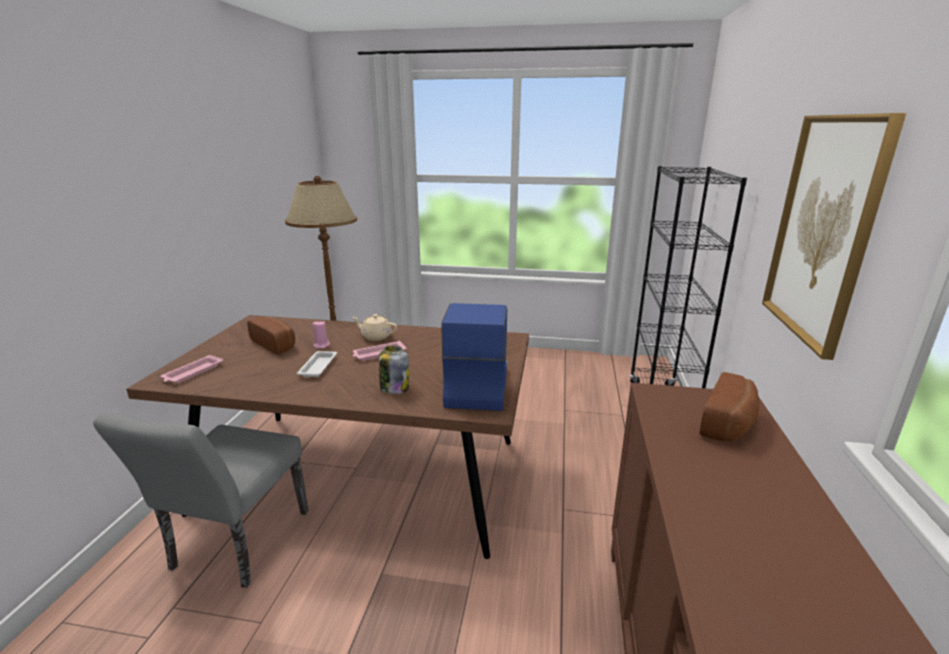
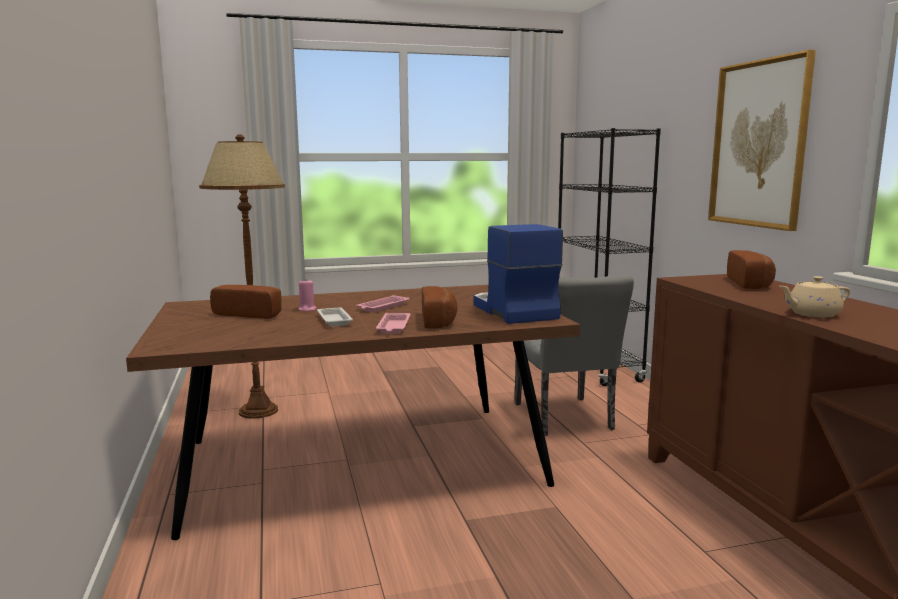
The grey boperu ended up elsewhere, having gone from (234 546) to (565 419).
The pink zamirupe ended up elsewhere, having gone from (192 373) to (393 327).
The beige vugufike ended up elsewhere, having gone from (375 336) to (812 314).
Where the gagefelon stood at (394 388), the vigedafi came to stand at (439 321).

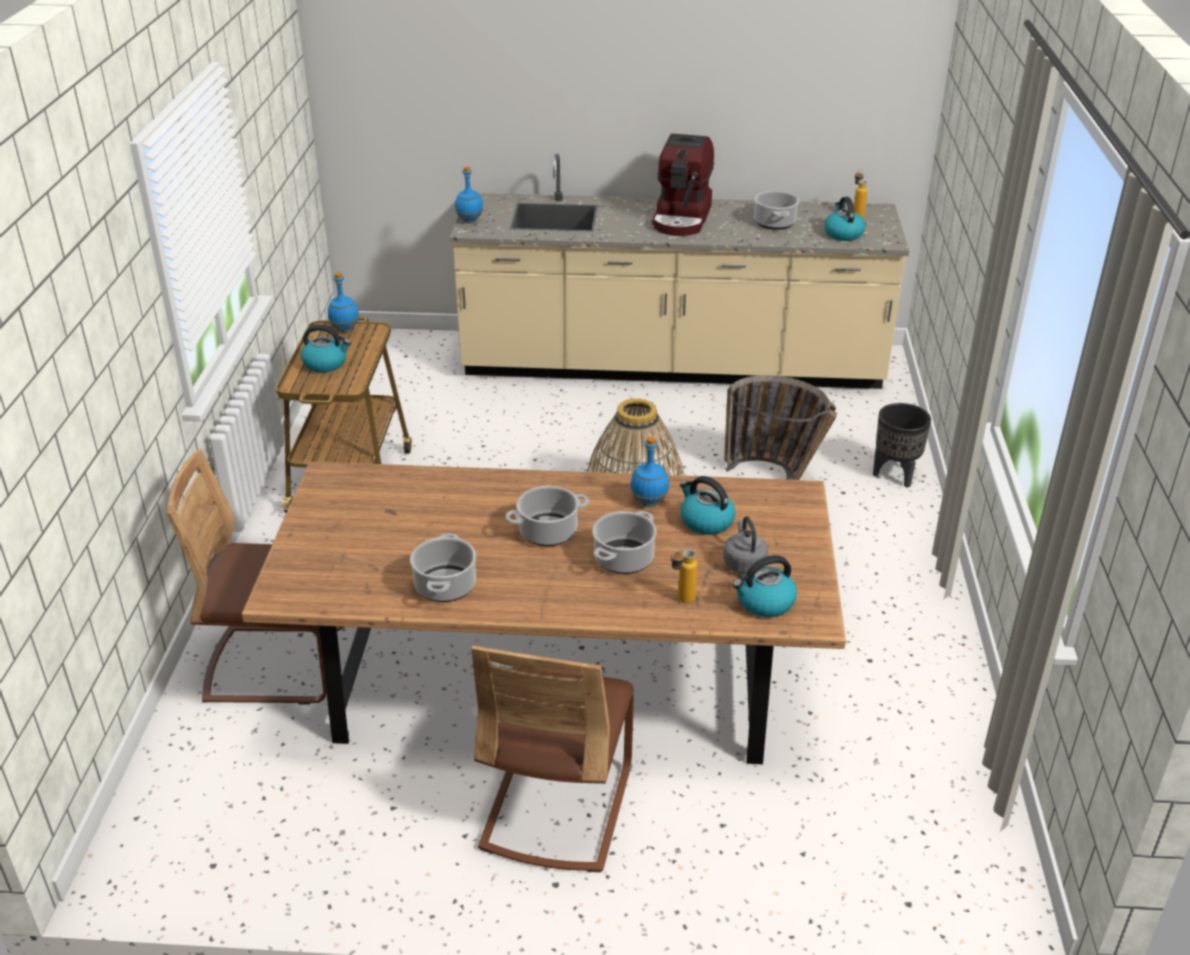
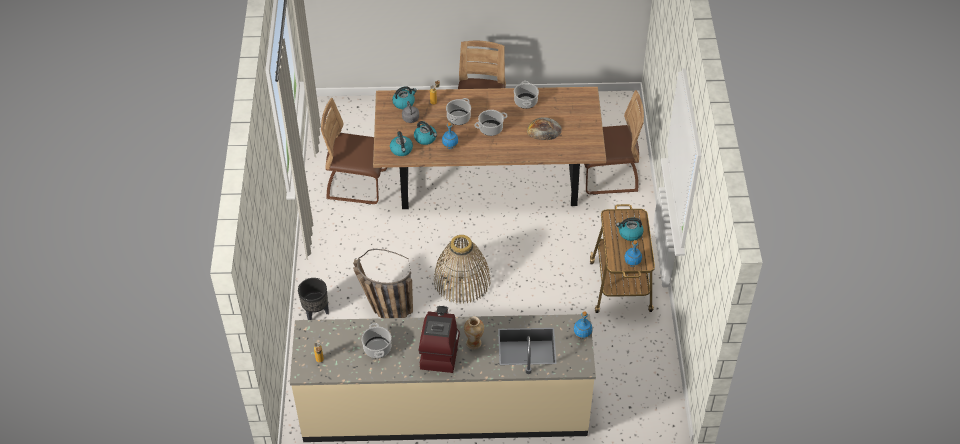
The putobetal ended up elsewhere, having gone from (843 234) to (401 150).
The second view gained the brown boperu at (357 185).
The second view gained the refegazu at (474 343).
The second view gained the vigedafi at (544 129).

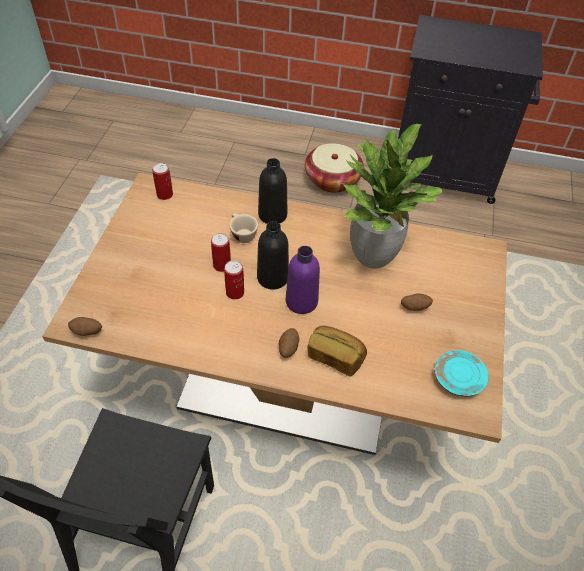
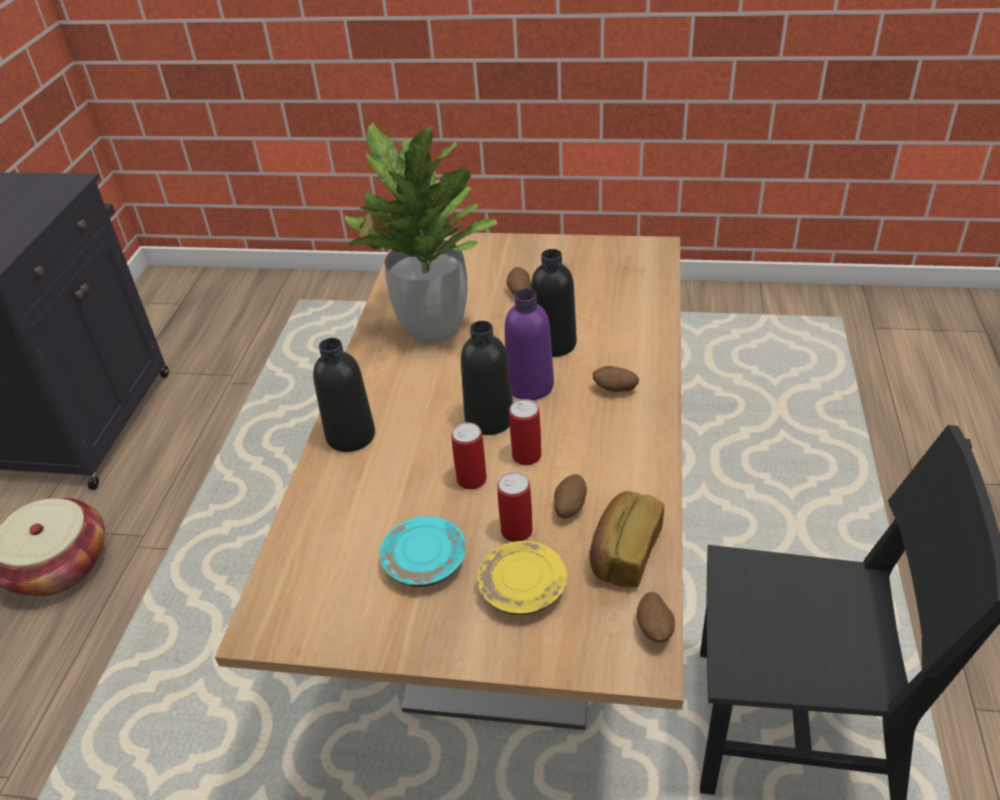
The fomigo ended up elsewhere, having gone from (164 194) to (516 530).
The second view lost the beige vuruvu at (241 234).
The vigedafi ended up elsewhere, having gone from (335 357) to (624 554).
The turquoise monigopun ended up elsewhere, having gone from (458 379) to (425 562).
The second view gained the yellow monigopun at (522 589).
The second view gained the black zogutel at (553 344).
The second view gained the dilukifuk at (569 507).

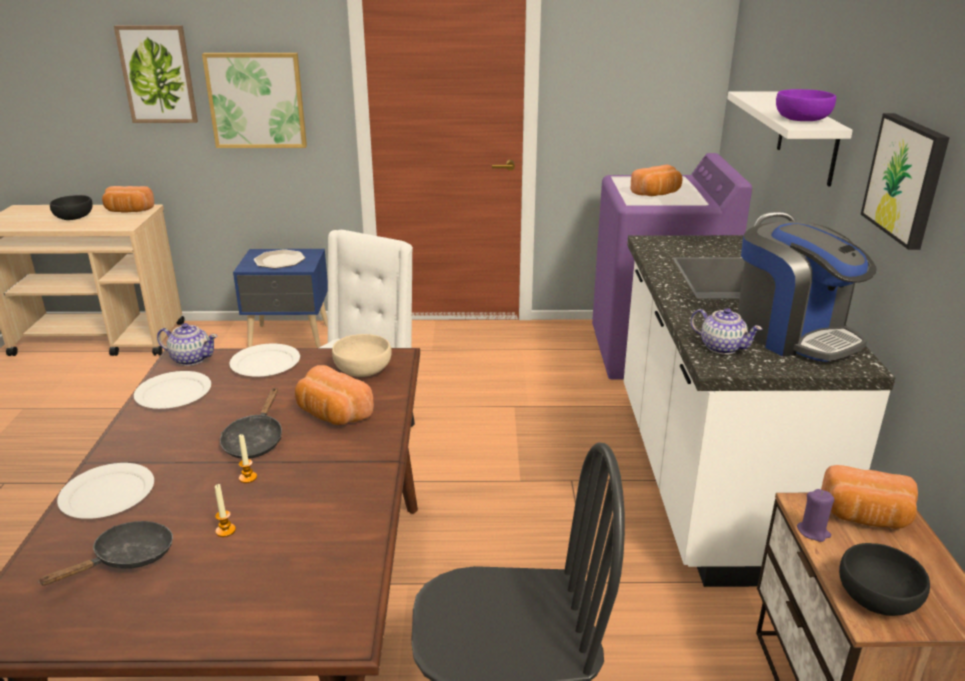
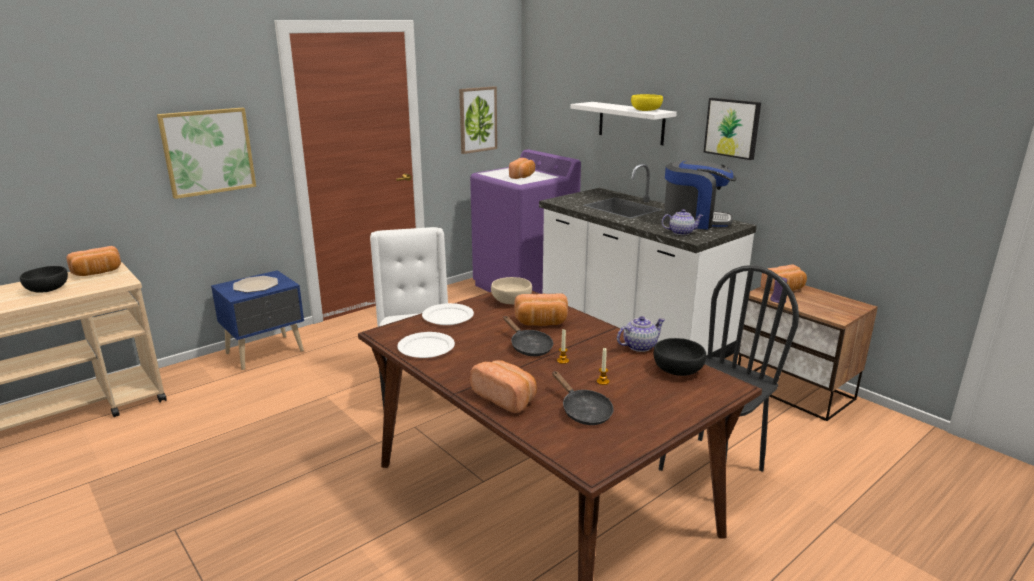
The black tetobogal at (127 558) ended up facing another way, 150 degrees clockwise from before.
Where the white monigopun stood at (107 494), the vigedafi came to stand at (506 398).
The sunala ended up elsewhere, having gone from (158 74) to (477 119).
The vugufike ended up elsewhere, having gone from (191 359) to (639 346).
What was the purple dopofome at (802 120) turned into the yellow dopofome at (646 110).
The black dopofome ended up elsewhere, having gone from (876 597) to (677 369).

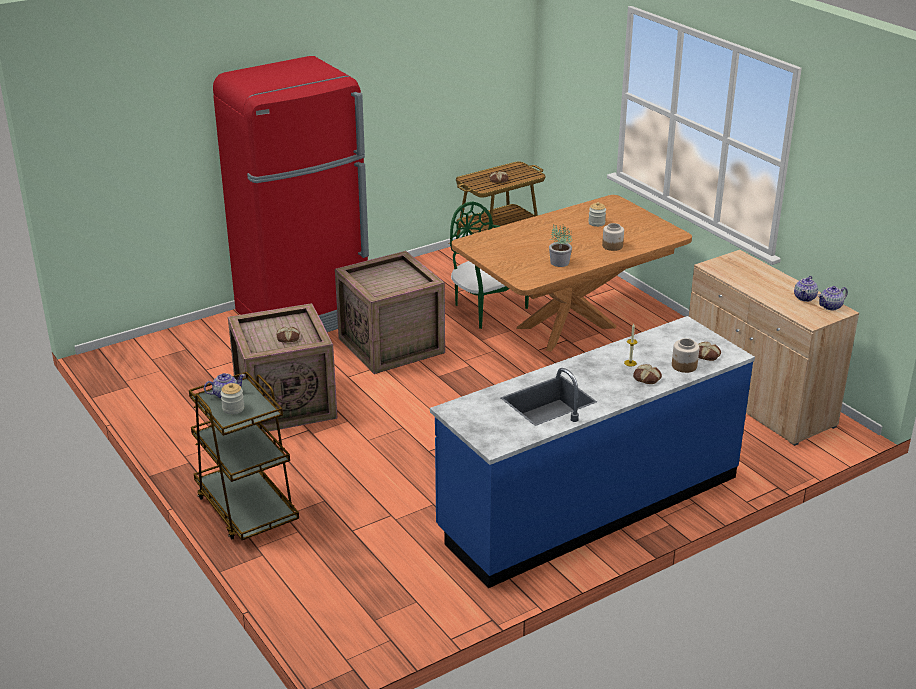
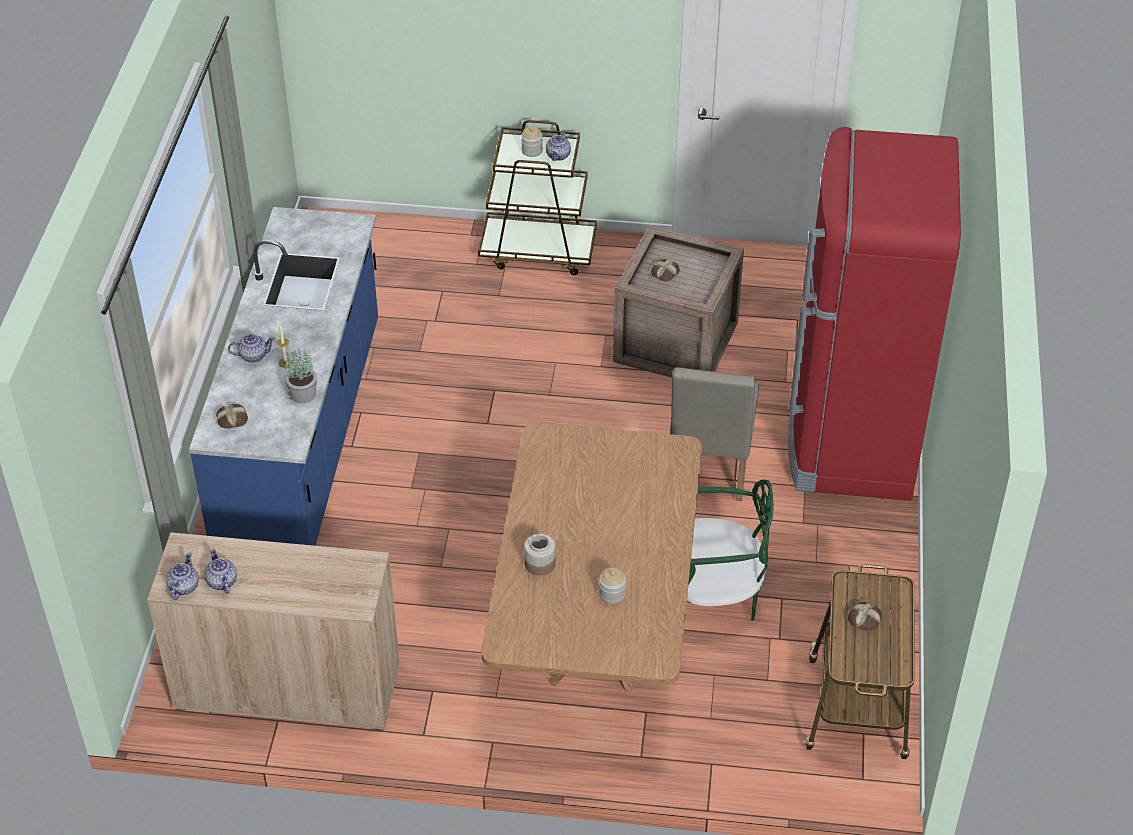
Where the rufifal stood at (393 345), the beige boperu came to stand at (708 470).
The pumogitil ended up elsewhere, having gone from (559 262) to (303 393).
Where the vigedafi stood at (646 378), the vugufike came to stand at (253 356).
The second view lost the gagefelon at (684 366).

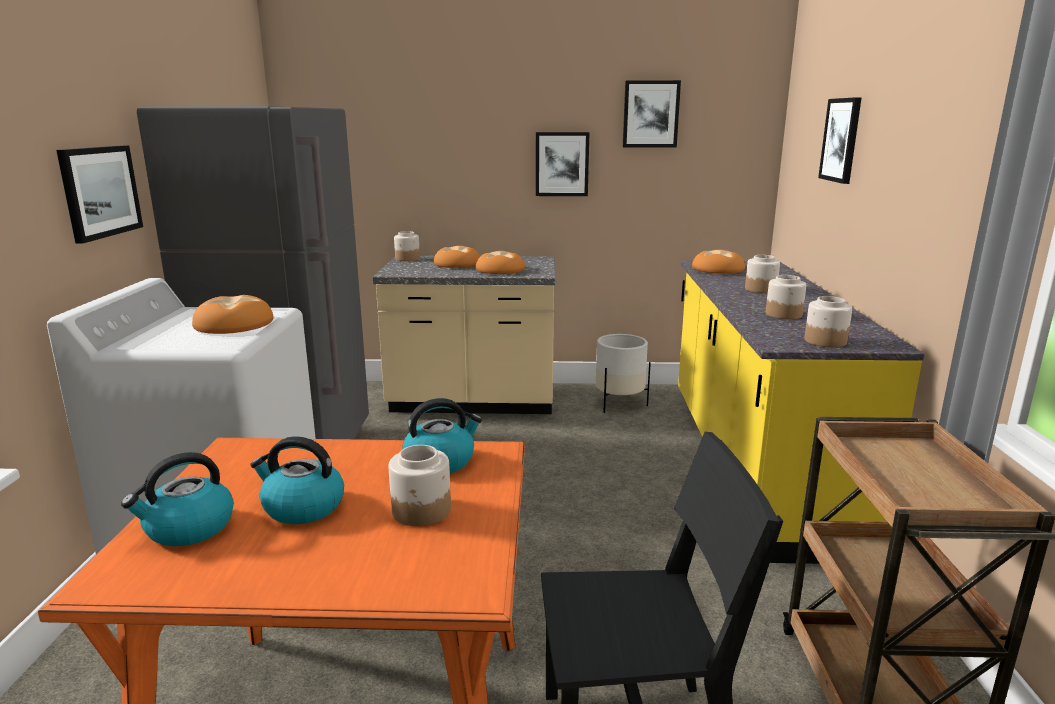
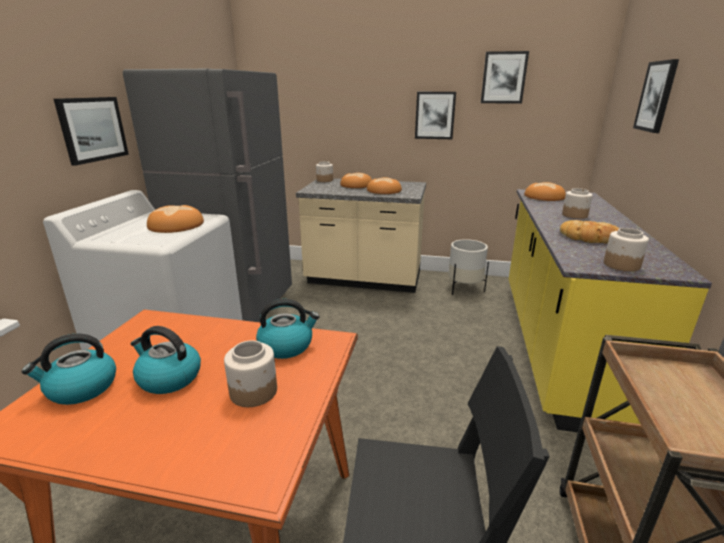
Where the gagefelon stood at (784 314), the vigedafi came to stand at (590 238).

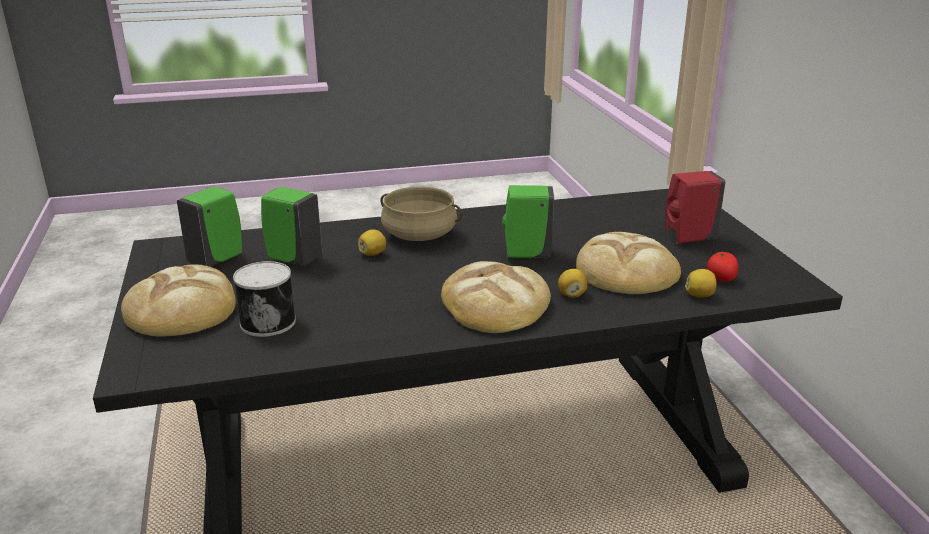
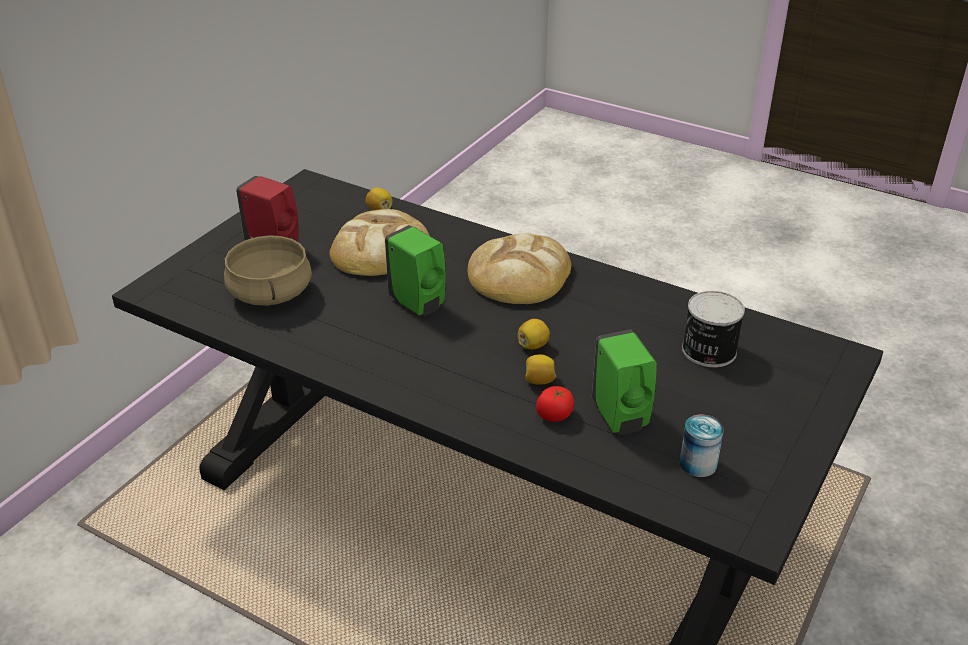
The second view lost the vigedafi at (182 308).
Where the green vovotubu stood at (217 259), the fomigo came to stand at (698 463).
The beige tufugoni ended up elsewhere, having gone from (420 235) to (269 293).
The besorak ended up elsewhere, having gone from (571 295) to (533 345).
The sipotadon ended up elsewhere, having gone from (721 278) to (554 415).

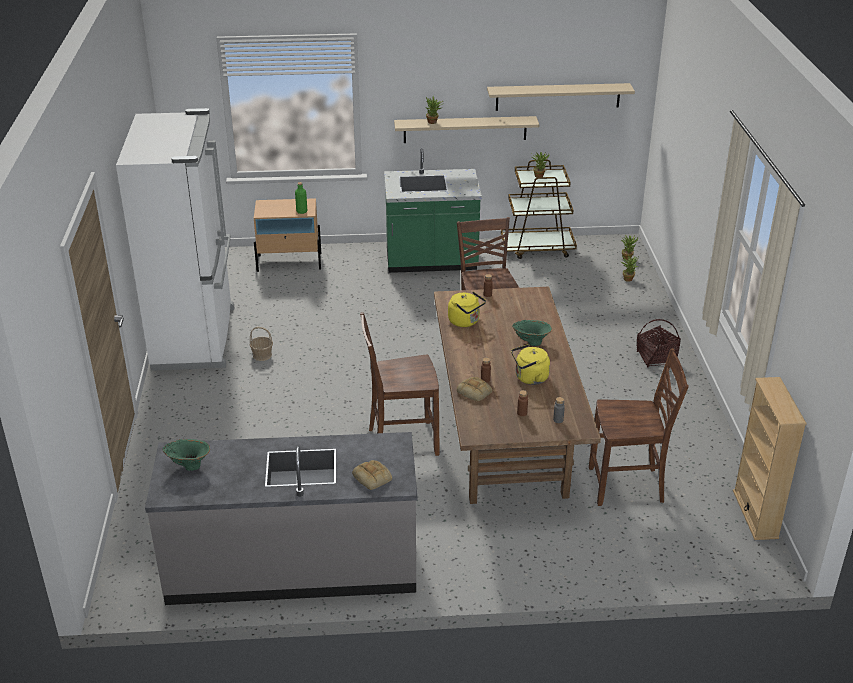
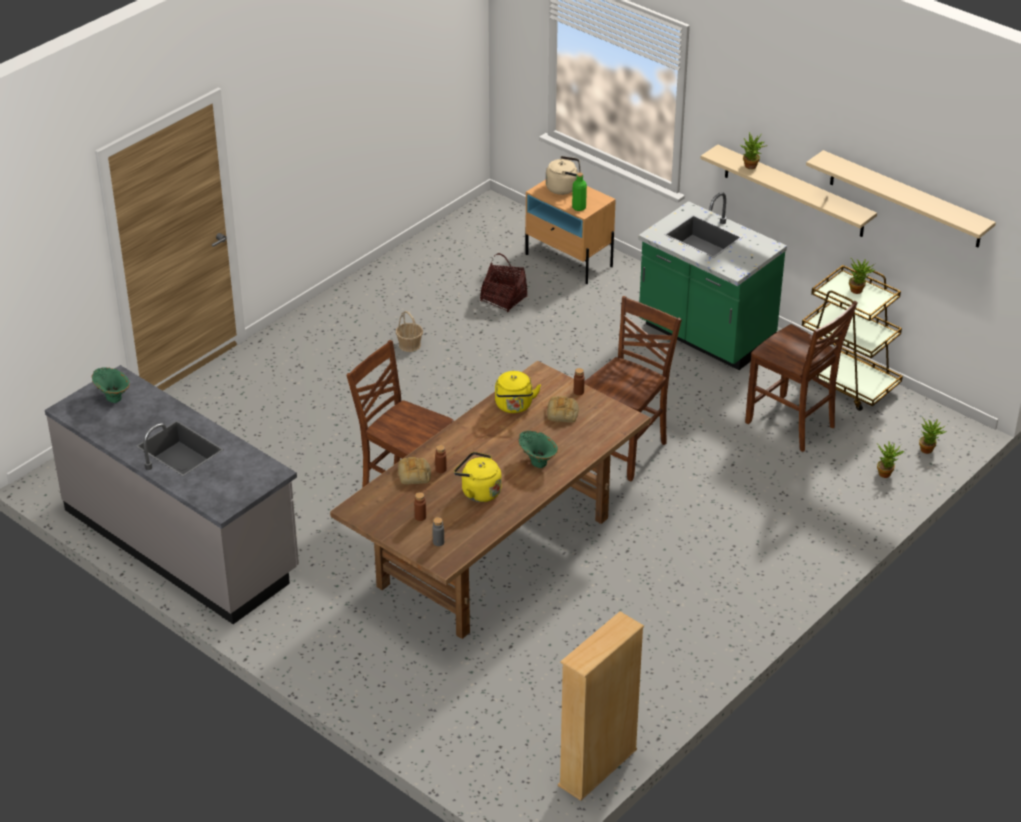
The second view lost the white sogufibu at (196 337).
The vigedafi ended up elsewhere, having gone from (373 478) to (563 413).
The brown boperu ended up elsewhere, having gone from (628 486) to (792 425).
The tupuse ended up elsewhere, having gone from (656 358) to (503 299).
The second view gained the beige putobetal at (564 188).

